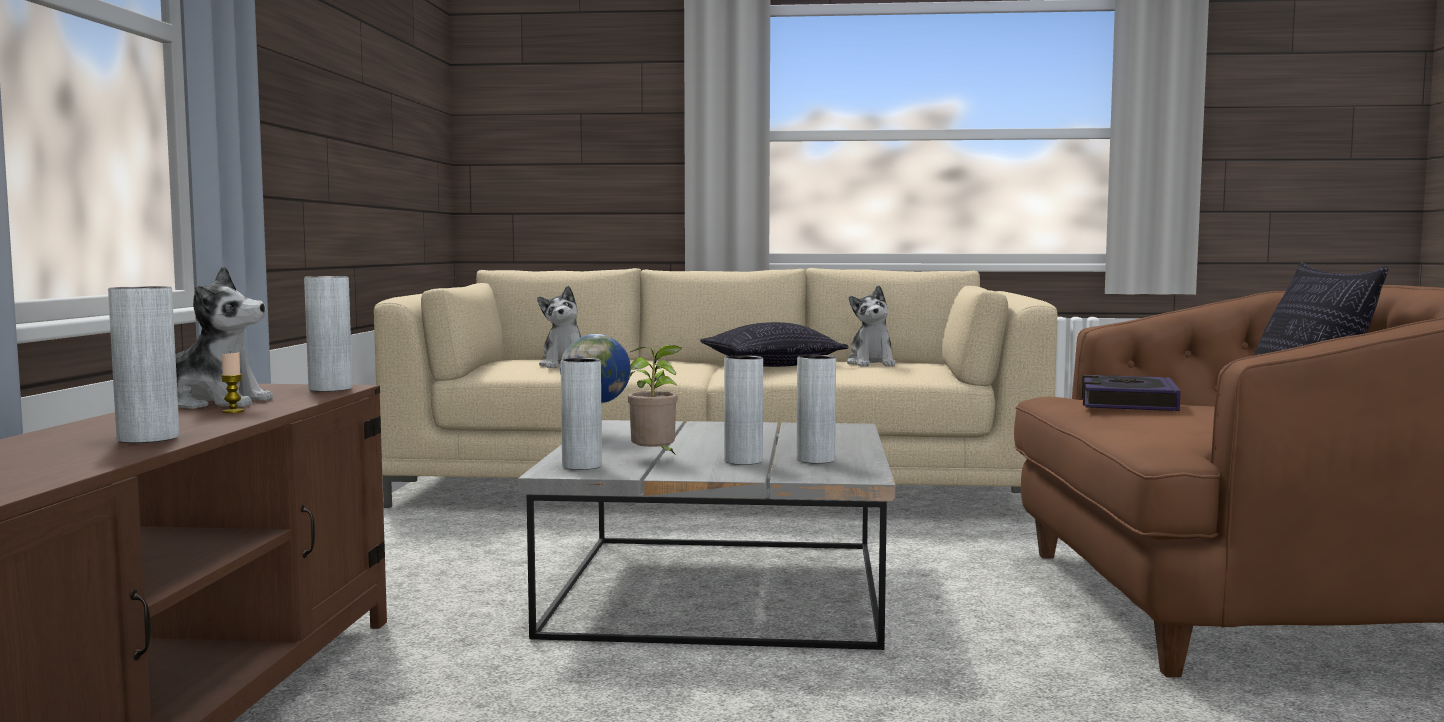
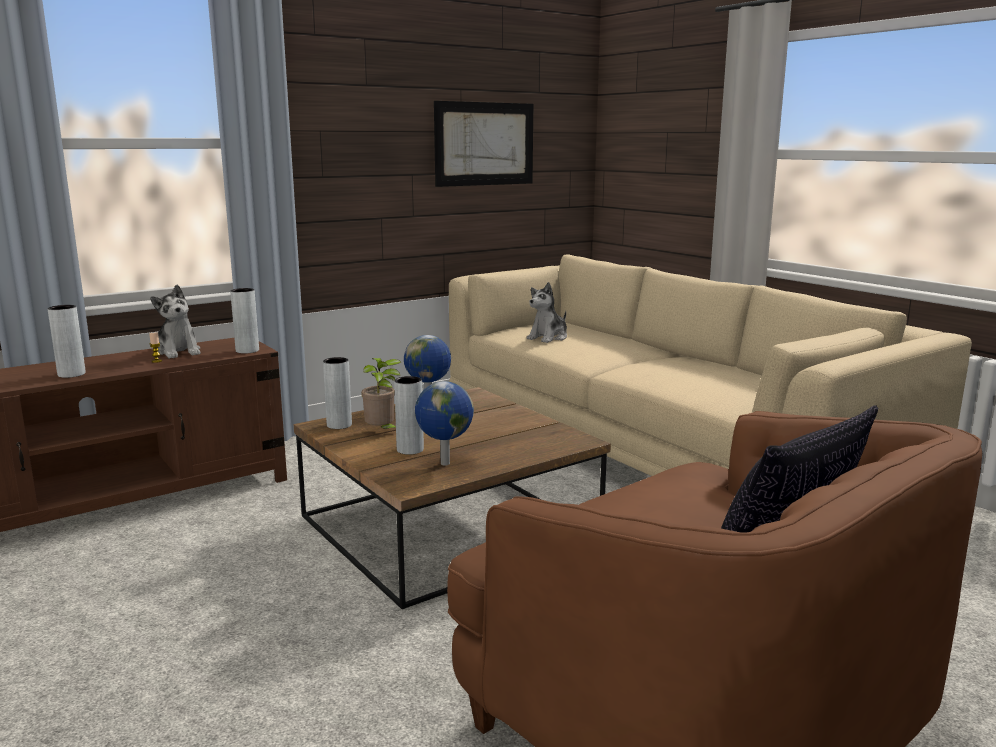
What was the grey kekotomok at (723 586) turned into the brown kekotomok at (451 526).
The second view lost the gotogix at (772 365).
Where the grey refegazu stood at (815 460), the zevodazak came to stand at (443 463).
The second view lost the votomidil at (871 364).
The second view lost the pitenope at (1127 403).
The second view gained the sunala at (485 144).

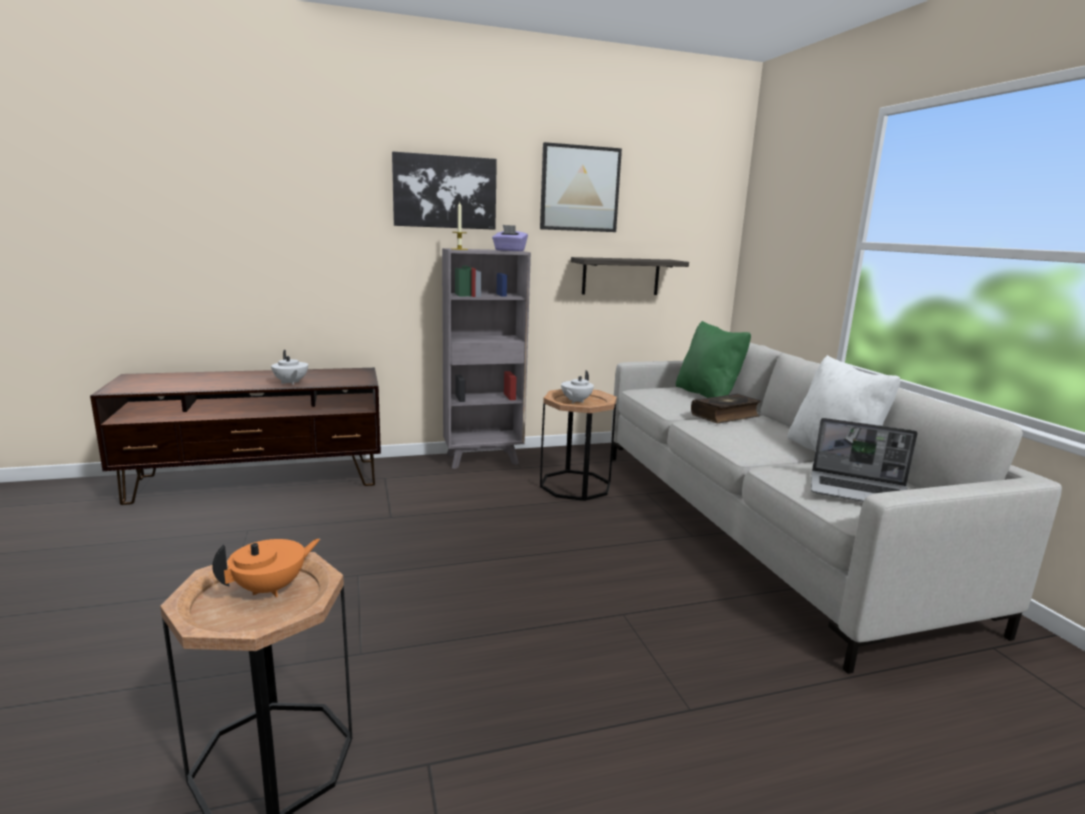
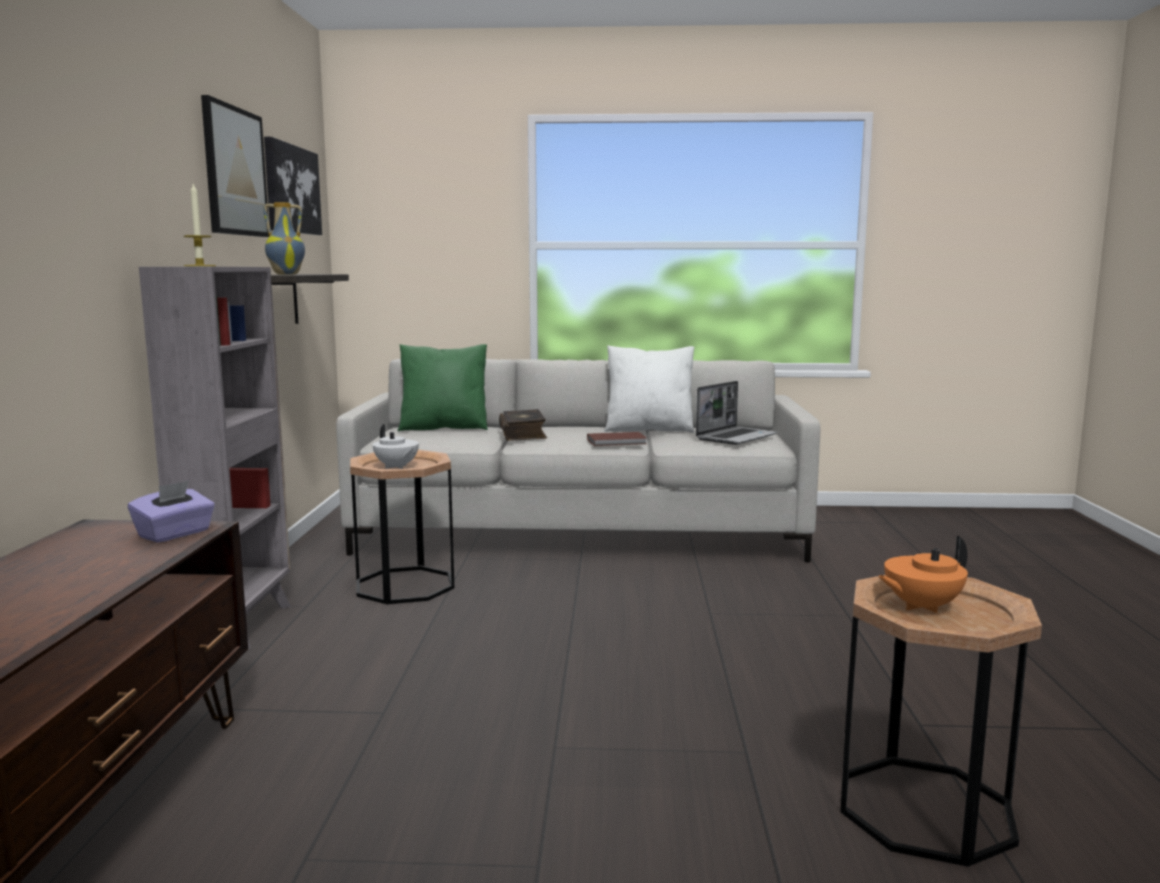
The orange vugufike at (271 588) ended up facing another way, 90 degrees counterclockwise from before.
The second view lost the white vugufike at (290 383).
The sunala ended up elsewhere, having gone from (444 192) to (291 189).
The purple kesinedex ended up elsewhere, having gone from (509 250) to (175 534).
The second view gained the refegazu at (287 274).
The second view gained the brown pitenope at (617 442).

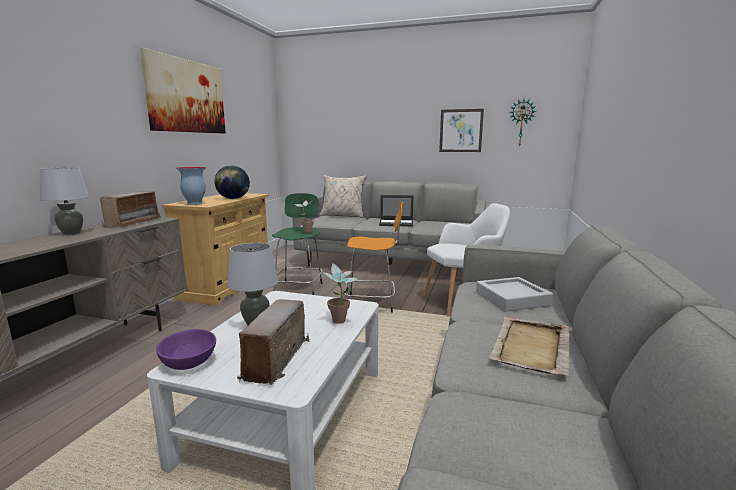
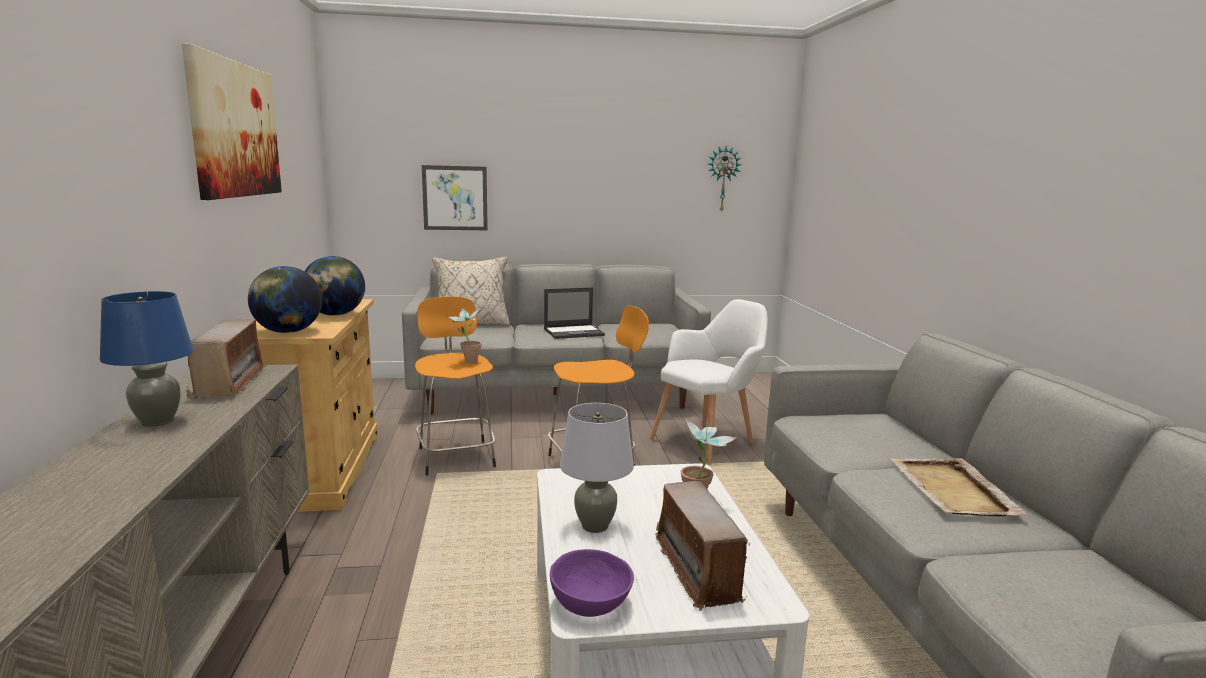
What was the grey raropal at (71 233) turned into the blue raropal at (157 421).
Where the refegazu stood at (194 204), the zevodazak came to stand at (288 332).
What was the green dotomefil at (299 288) turned into the orange dotomefil at (456 456).
The sunala ended up elsewhere, having gone from (461 130) to (455 198).
The second view lost the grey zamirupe at (512 299).

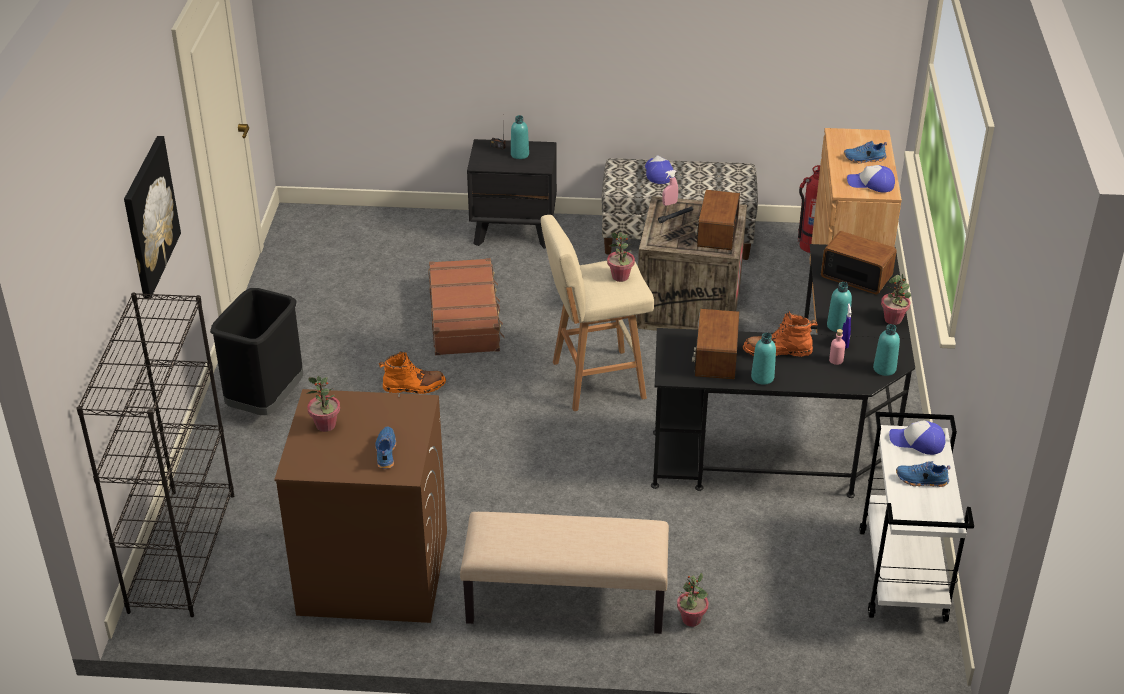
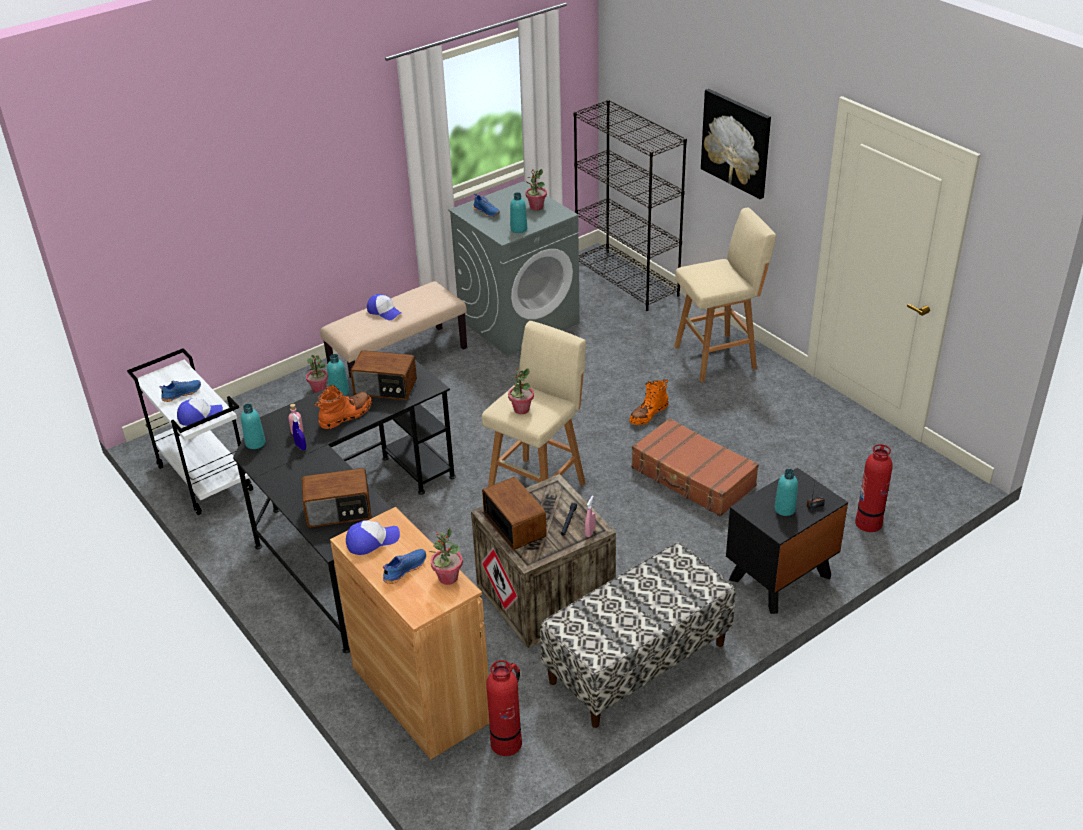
Where the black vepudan stood at (266 401), the beige dotomefil came to stand at (718 357).
What was the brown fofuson at (372 573) turned into the grey fofuson at (519 320).
The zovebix ended up elsewhere, having gone from (658 173) to (384 311).
The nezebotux at (715 358) ended up facing another way, 135 degrees clockwise from before.
The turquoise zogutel ended up elsewhere, having gone from (837 326) to (518 229).
The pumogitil ended up elsewhere, having gone from (893 319) to (448 578).
The second view gained the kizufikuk at (869 522).

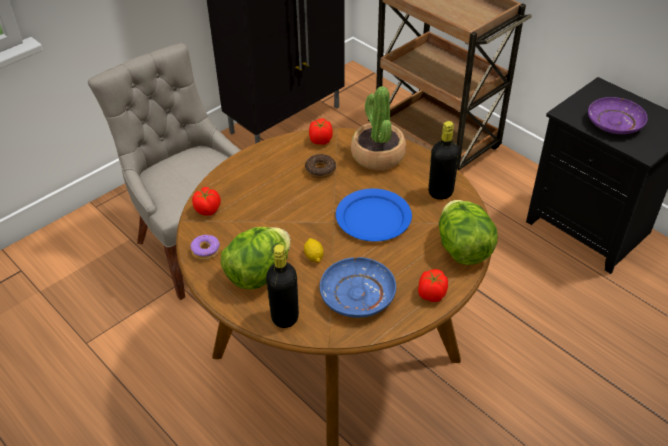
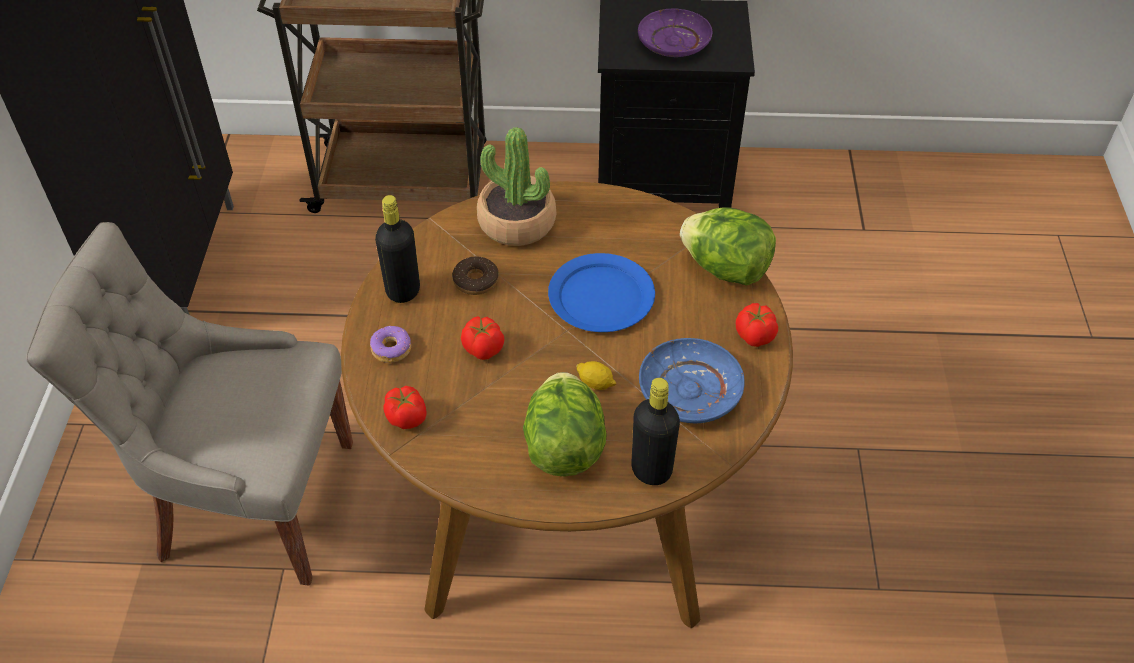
The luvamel ended up elsewhere, having gone from (206 251) to (391 349).
The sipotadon ended up elsewhere, having gone from (320 140) to (483 349).
The black zogutel ended up elsewhere, having gone from (440 192) to (403 291).

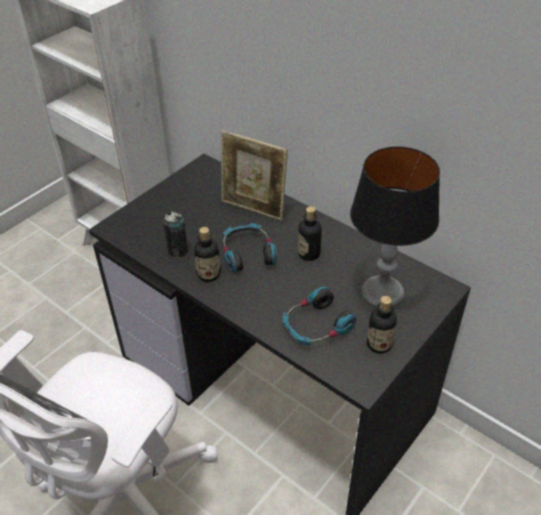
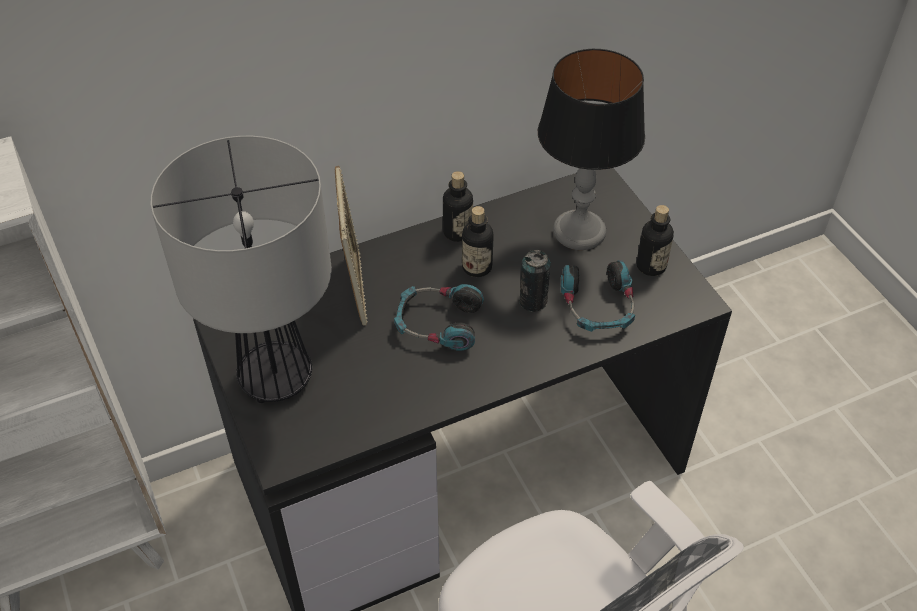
The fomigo ended up elsewhere, having gone from (178 251) to (533 301).
The zogutel ended up elsewhere, having gone from (208 274) to (457 232).
The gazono at (254 209) ended up facing another way, 60 degrees counterclockwise from before.
The second view gained the raropal at (274 377).

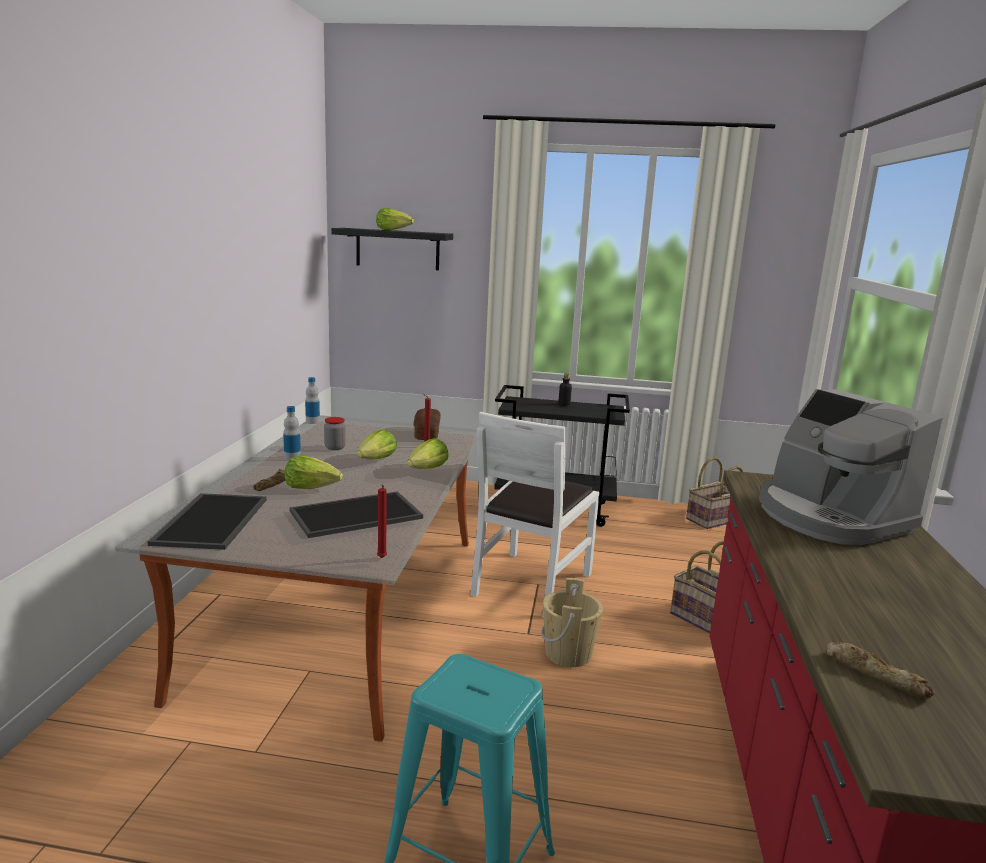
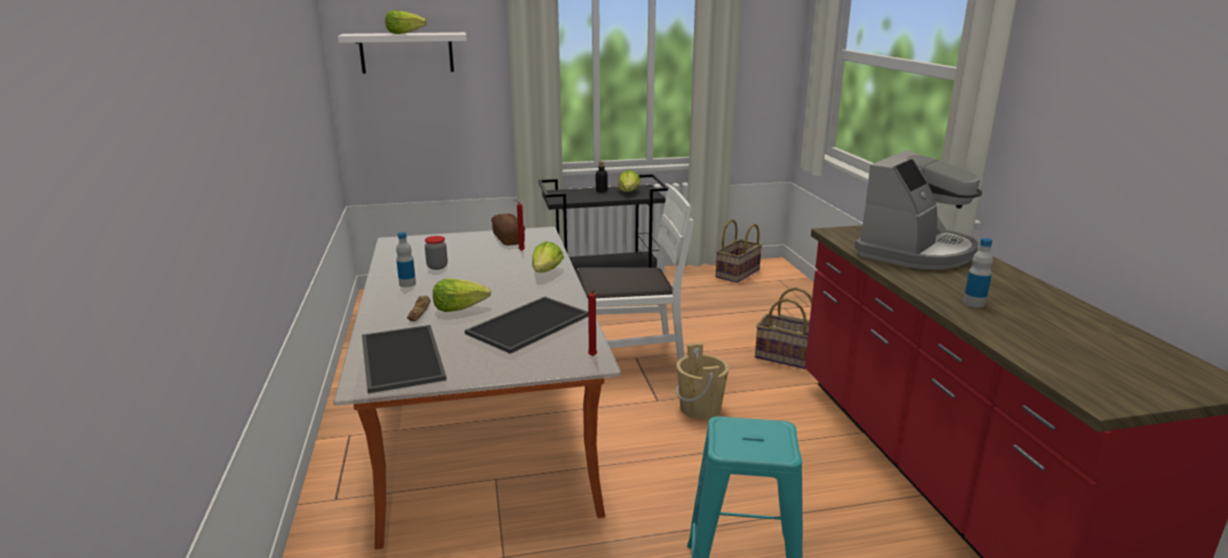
The zogutel ended up elsewhere, having gone from (312 422) to (974 303).
What was the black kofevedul at (397 249) turned into the white kofevedul at (406 52).
The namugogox ended up elsewhere, having gone from (377 460) to (629 192).
The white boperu at (530 583) ended up facing another way, 105 degrees counterclockwise from before.
The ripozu at (829 517) ended up facing another way, 90 degrees counterclockwise from before.
The second view lost the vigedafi at (876 675).

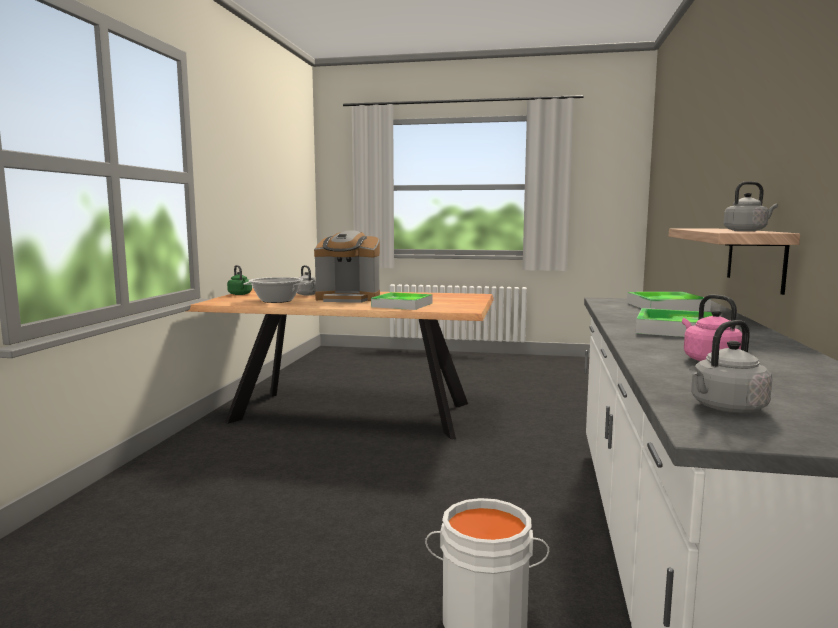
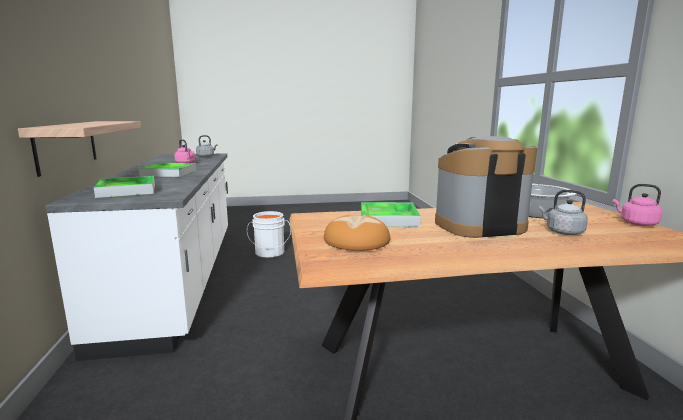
What was the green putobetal at (240 294) turned into the pink putobetal at (636 223).
The second view lost the grey putobetal at (747 231).
The second view gained the vigedafi at (357 241).

